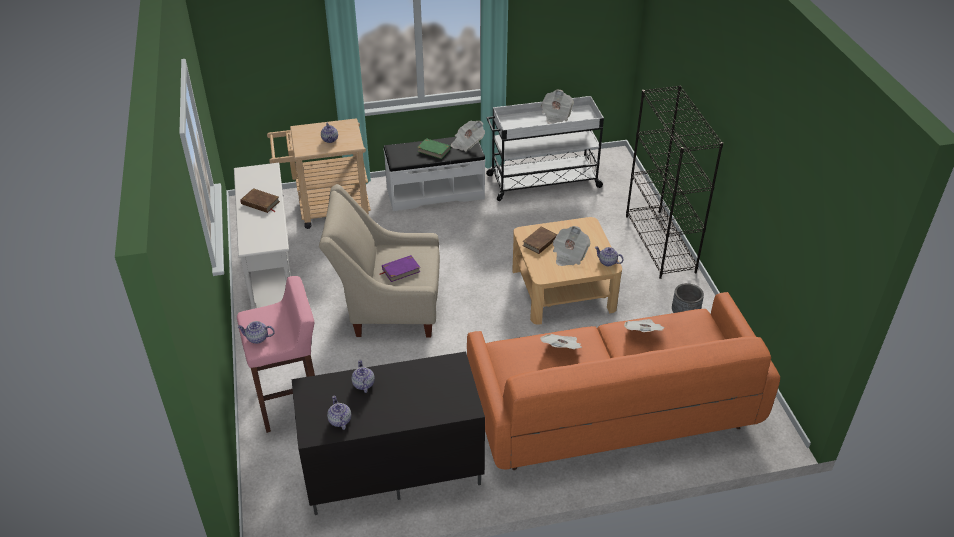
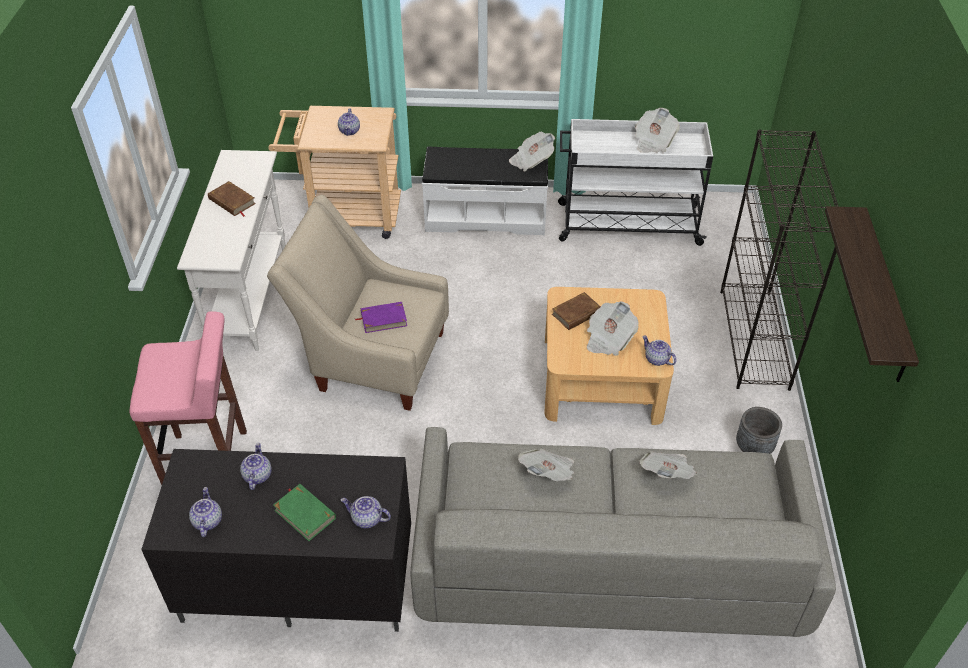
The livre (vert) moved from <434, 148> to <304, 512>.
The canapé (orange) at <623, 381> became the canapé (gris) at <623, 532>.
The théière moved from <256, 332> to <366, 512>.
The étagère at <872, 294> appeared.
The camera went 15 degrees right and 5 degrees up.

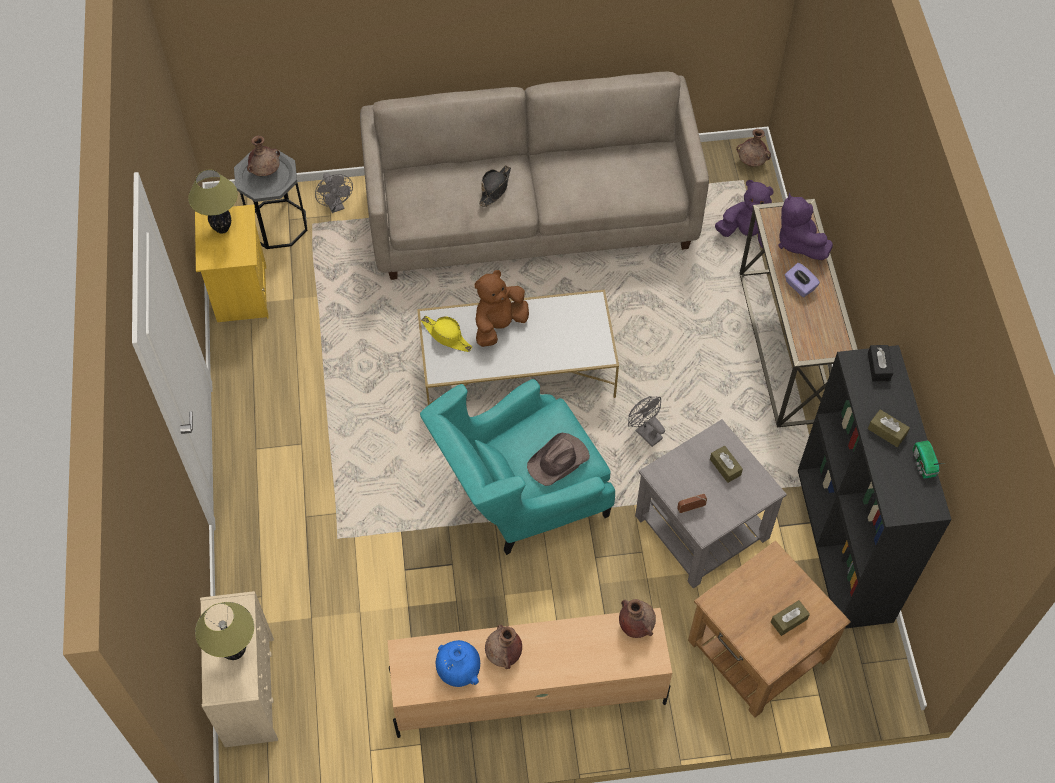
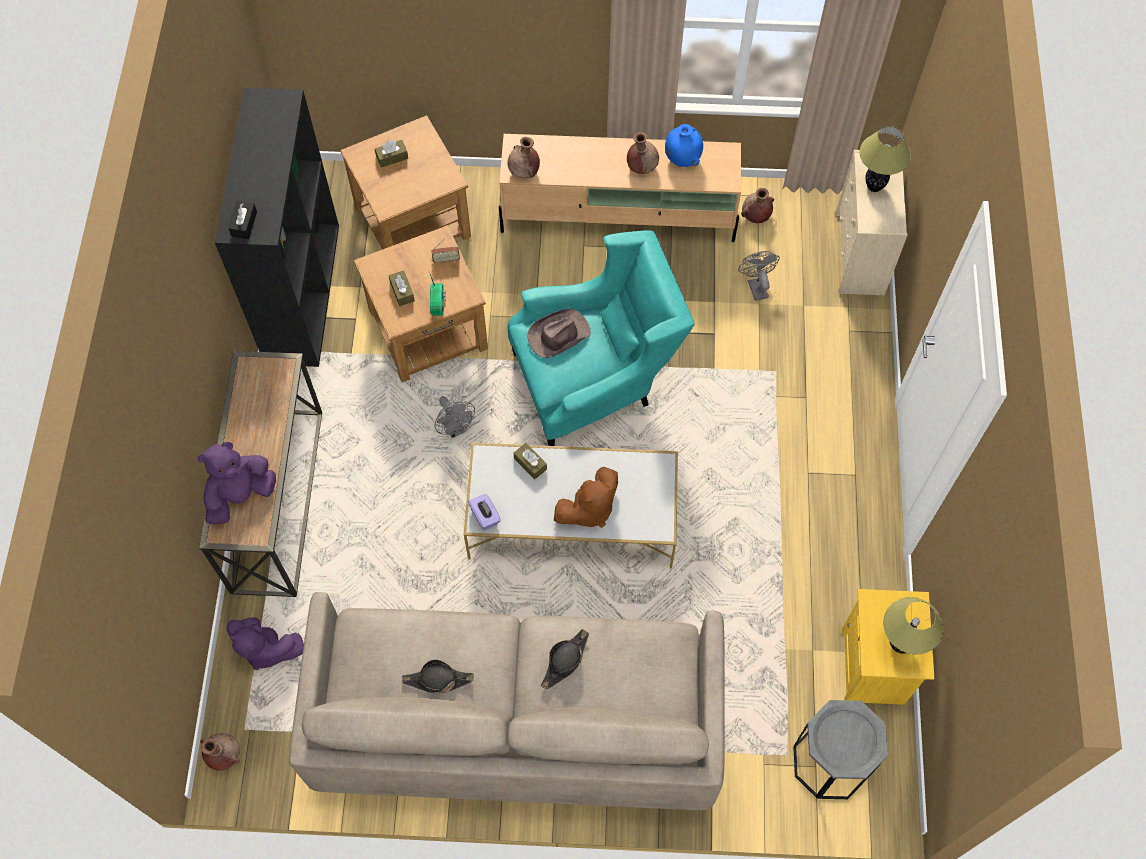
The vase (marron) moved from <263, 155> to <757, 205>.
The ventilateur (gris) moved from <334, 193> to <759, 276>.
The peluche (violet) at <805, 226> turned 120 degrees counterclockwise.
The boîte à mouchoirs (violet) moved from <802, 280> to <484, 512>.
The chapeau (jaune) at <446, 333> disappeared.
The boîte à mouchoirs (marron) moved from <889, 428> to <530, 461>.
The table d'appoint (gris) at <711, 503> became the table d'appoint (marron) at <421, 303>.
The radio moved from <928, 460> to <437, 294>.
The chapeau (noir) at <438, 676> appeared.
The camera went 170 degrees left and 5 degrees up.

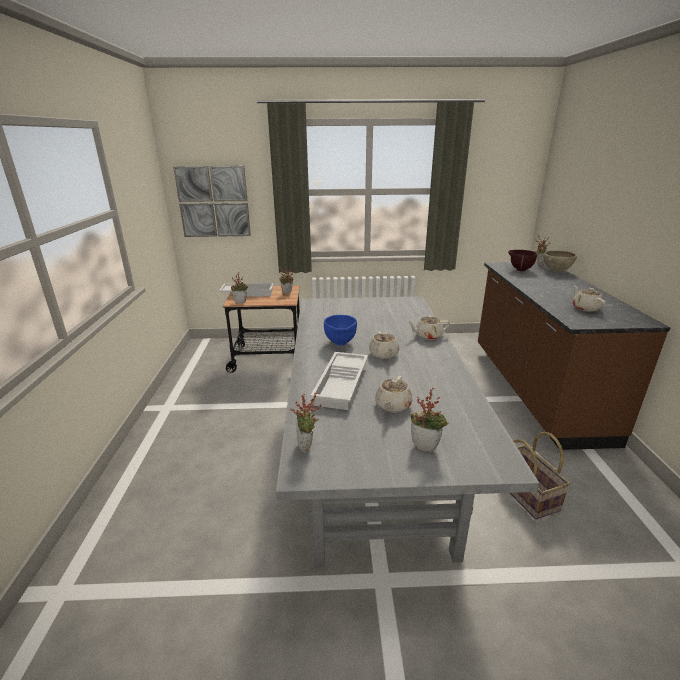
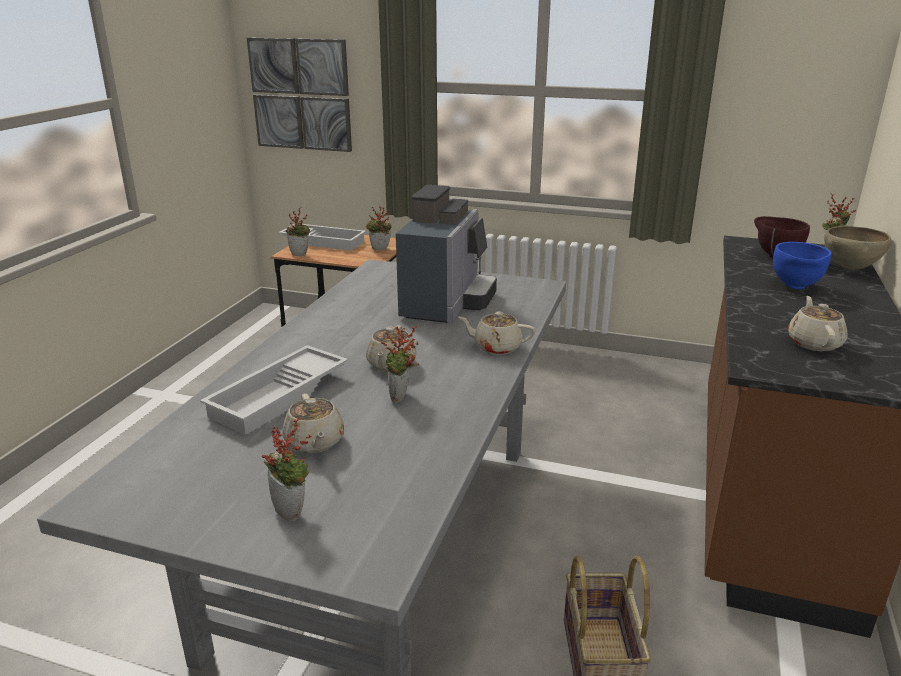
The bol (bleu) moved from <340, 330> to <802, 265>.
The théière (beige) at <393, 394> turned 60 degrees counterclockwise.
The plante en pot moved from <306, 422> to <400, 364>.
The machine à café at <446, 254> appeared.
The camera went 20 degrees right and 0 degrees up.

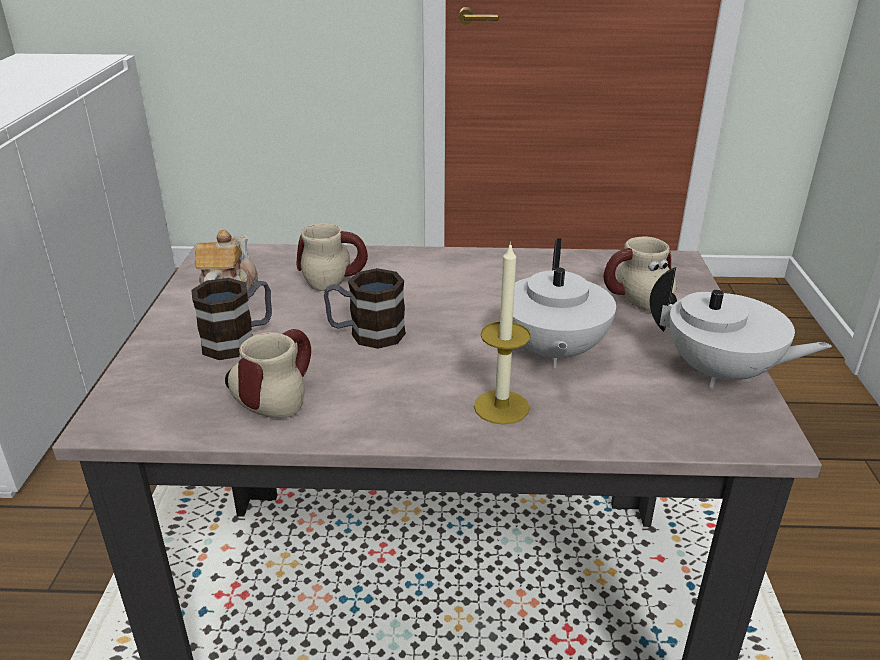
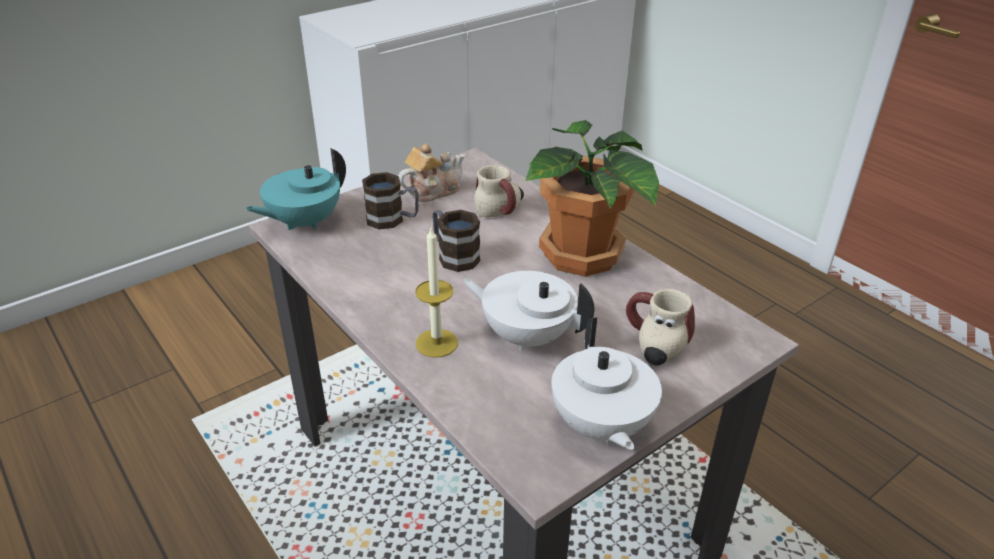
The théière (blanc) at <564, 303> turned 60 degrees clockwise.
The mug at <268, 373> disappeared.
The plante en pot at <592, 198> appeared.
The théière (turquoise) at <295, 189> appeared.
The camera went 50 degrees right and 5 degrees up.

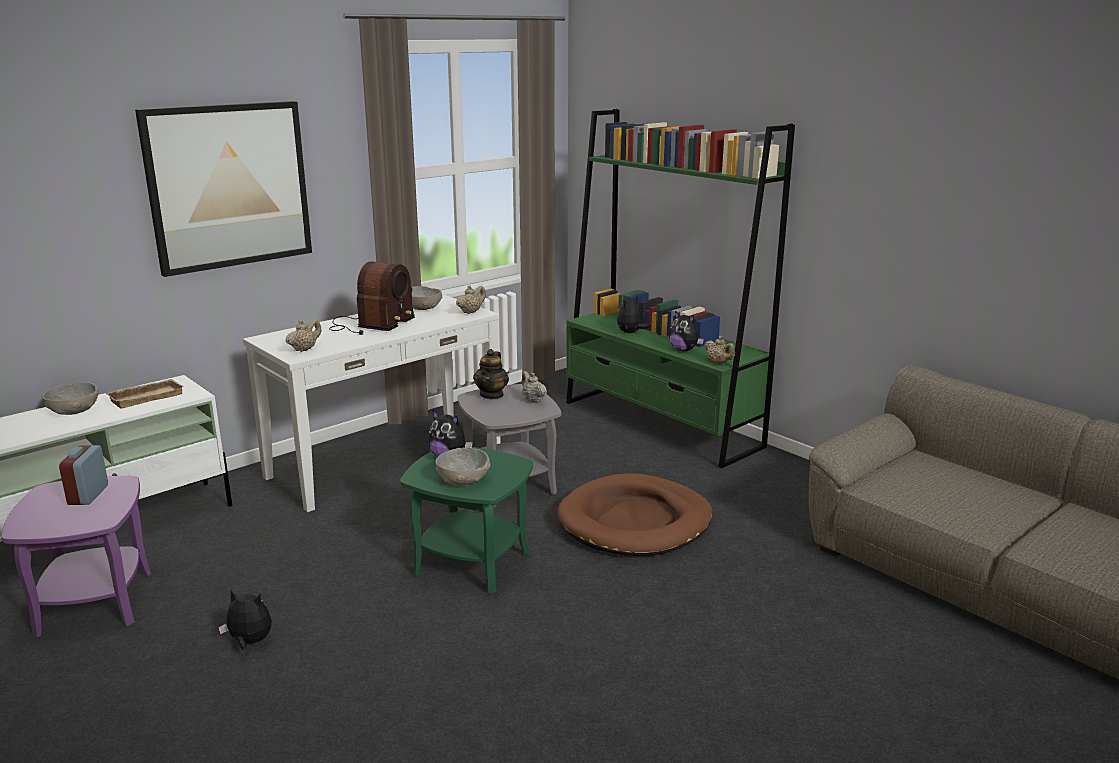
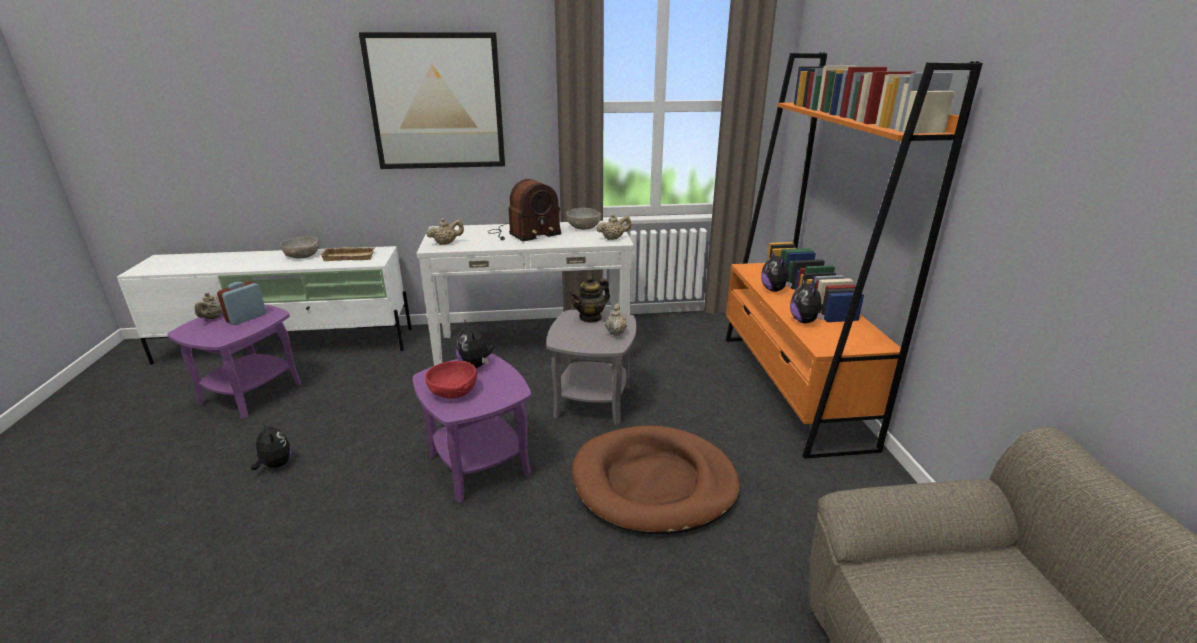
The bibliothèque (vert) at <680, 289> became the bibliothèque (orange) at <854, 255>.
The peluche at <634, 313> turned 90 degrees counterclockwise.
The théière (beige) moved from <719, 350> to <208, 306>.
The table d'appoint (vert) at <466, 520> became the table d'appoint (violet) at <472, 428>.
The bol (gris) at <463, 466> became the bol (rouge) at <451, 380>.
The camera went 35 degrees right and 5 degrees up.

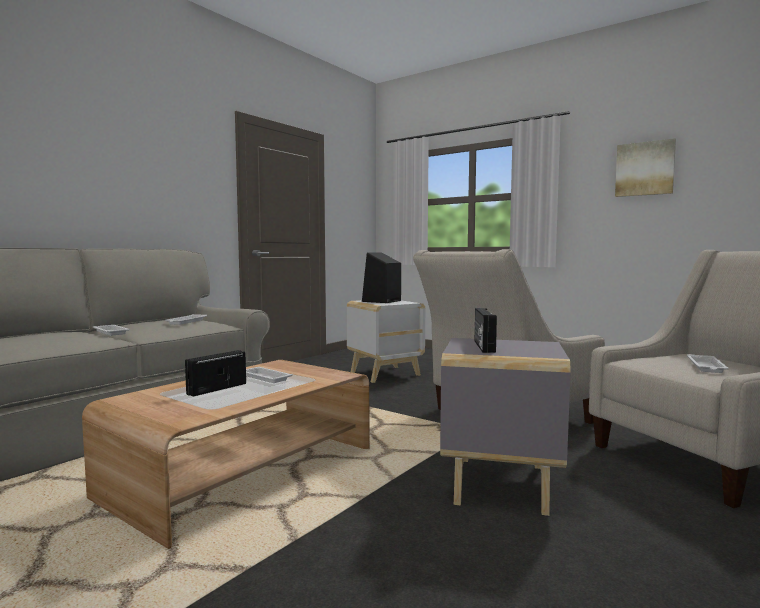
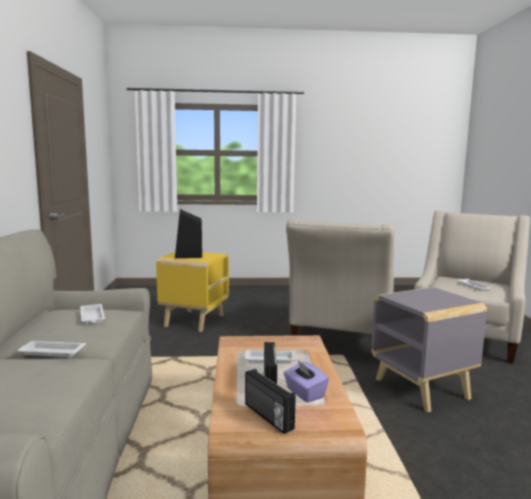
The tableau at <645, 167> disappeared.
The table d'appoint (blanc) at <386, 341> became the table d'appoint (jaune) at <192, 292>.
The radio moved from <486, 330> to <270, 401>.
The boîte à mouchoirs (violet) at <306, 380> appeared.
The camera went 40 degrees left and 5 degrees up.

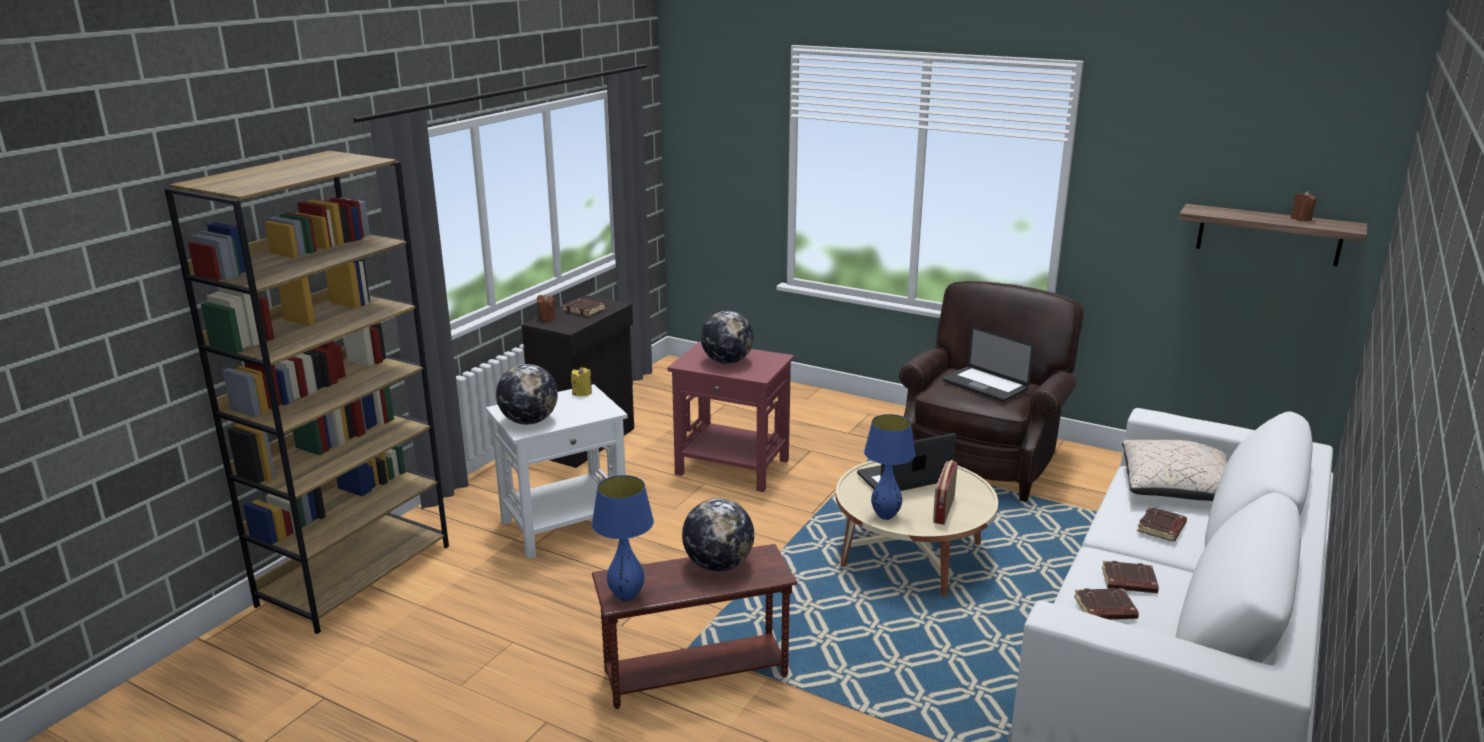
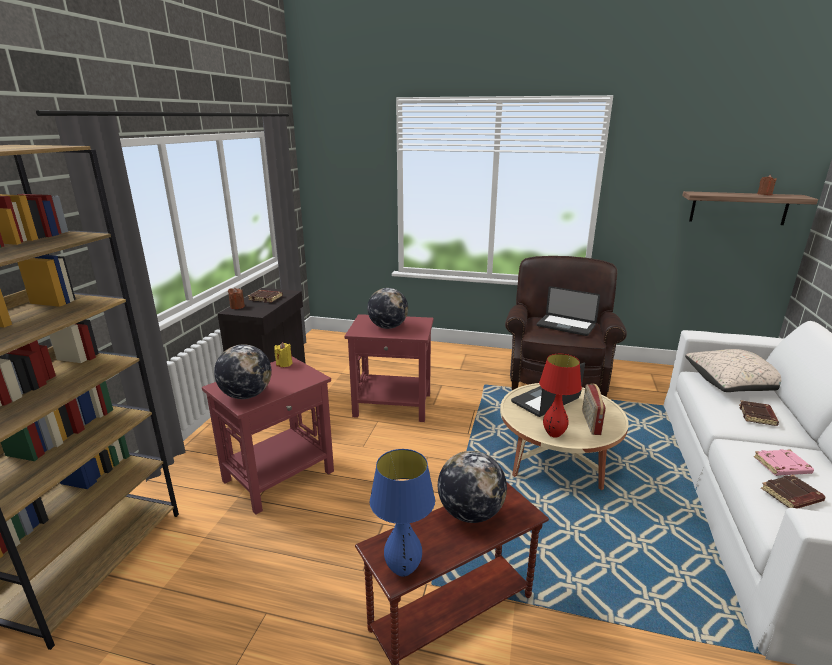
The table d'appoint (blanc) at <557, 471> became the table d'appoint (rouge) at <268, 436>.
The lampe de table (bleu) at <889, 467> became the lampe de table (rouge) at <560, 396>.
The livre (marron) at <1130, 577> became the livre (rose) at <783, 462>.
The camera went 15 degrees left and 0 degrees up.

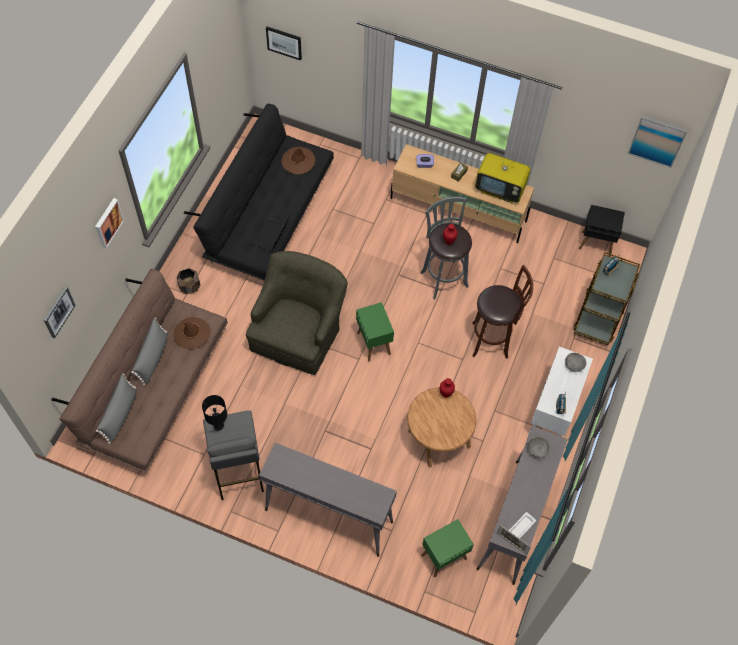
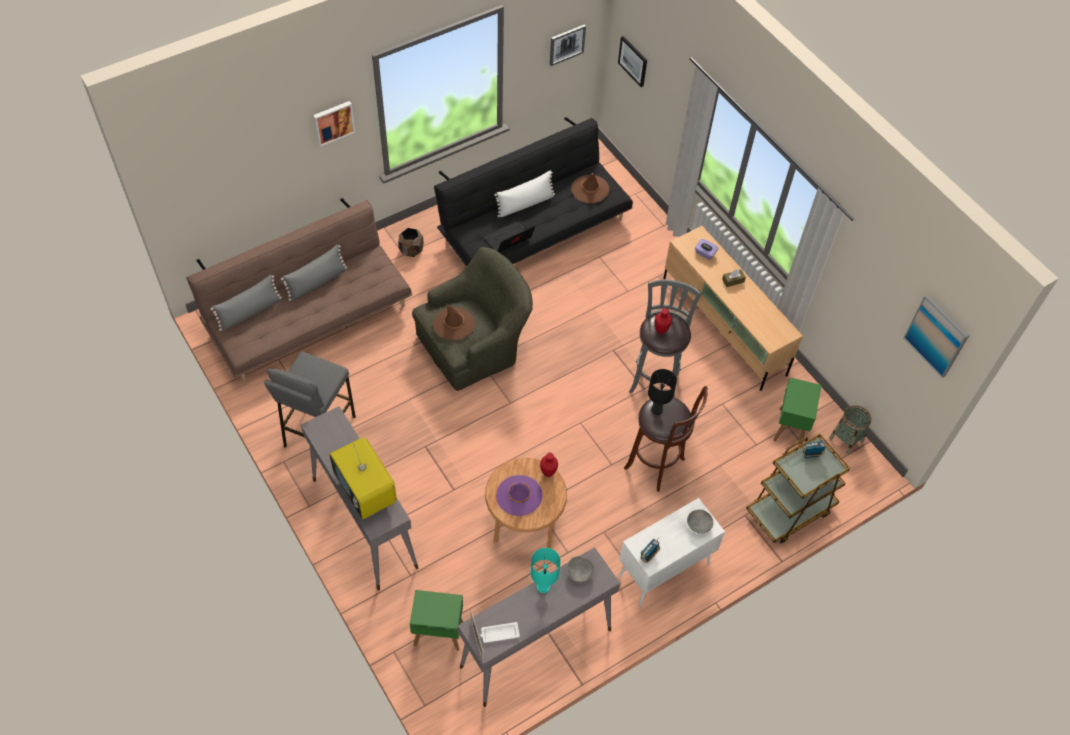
The téléviseur moved from <502, 177> to <363, 478>.
The table d'appoint (noir) at <602, 230> was replaced by the panier at <850, 429>.
The tableau moved from <60, 312> to <568, 45>.
The table d'appoint (vert) moved from <375, 331> to <797, 411>.
The chapeau (marron) moved from <192, 333> to <454, 321>.
The lampe de table (noir) moved from <214, 413> to <662, 392>.
The coussin (blanc) at <524, 193> appeared.
The chapeau (violet) at <519, 495> appeared.
The lampe de table (turquoise) at <545, 570> appeared.
The camera went 35 degrees right and 5 degrees down.

